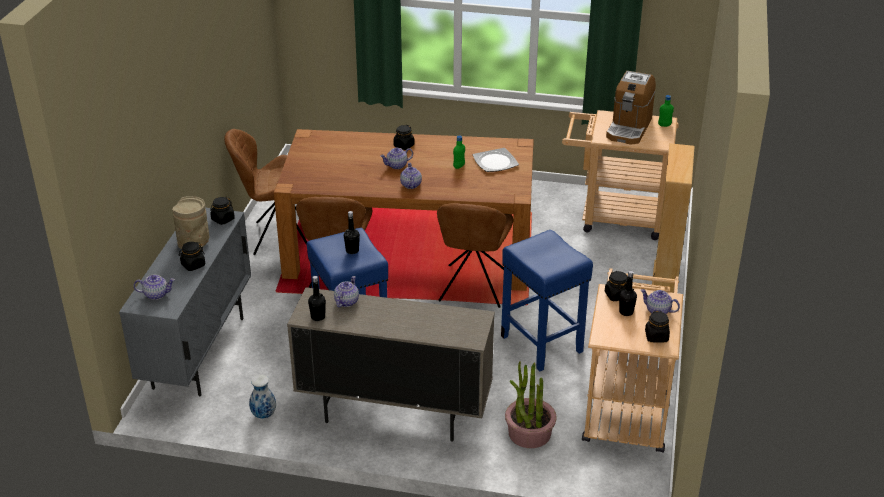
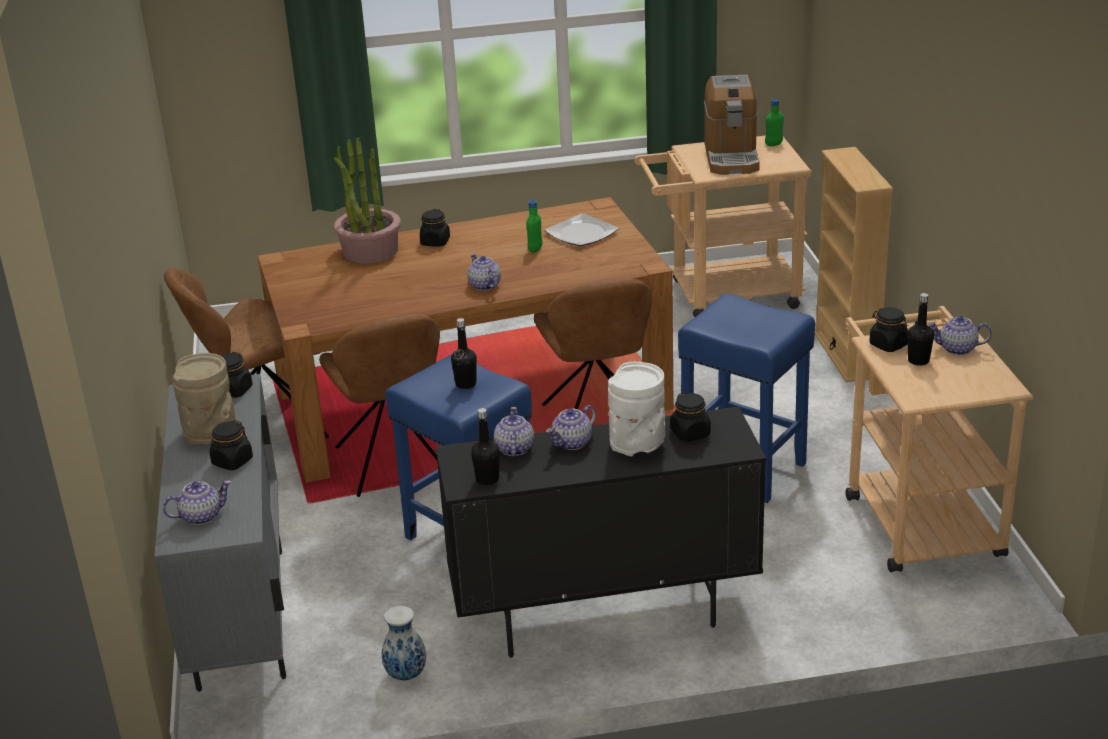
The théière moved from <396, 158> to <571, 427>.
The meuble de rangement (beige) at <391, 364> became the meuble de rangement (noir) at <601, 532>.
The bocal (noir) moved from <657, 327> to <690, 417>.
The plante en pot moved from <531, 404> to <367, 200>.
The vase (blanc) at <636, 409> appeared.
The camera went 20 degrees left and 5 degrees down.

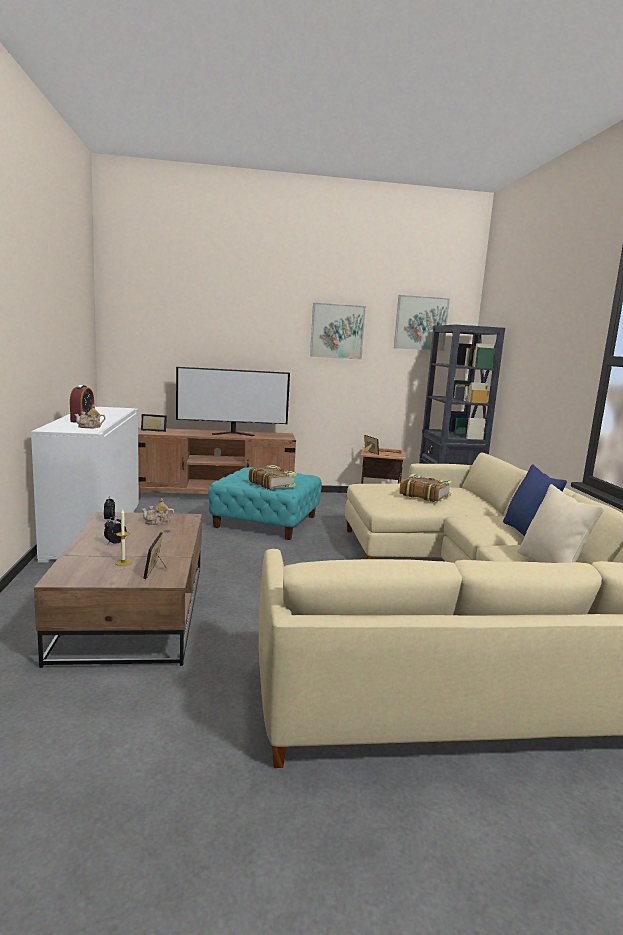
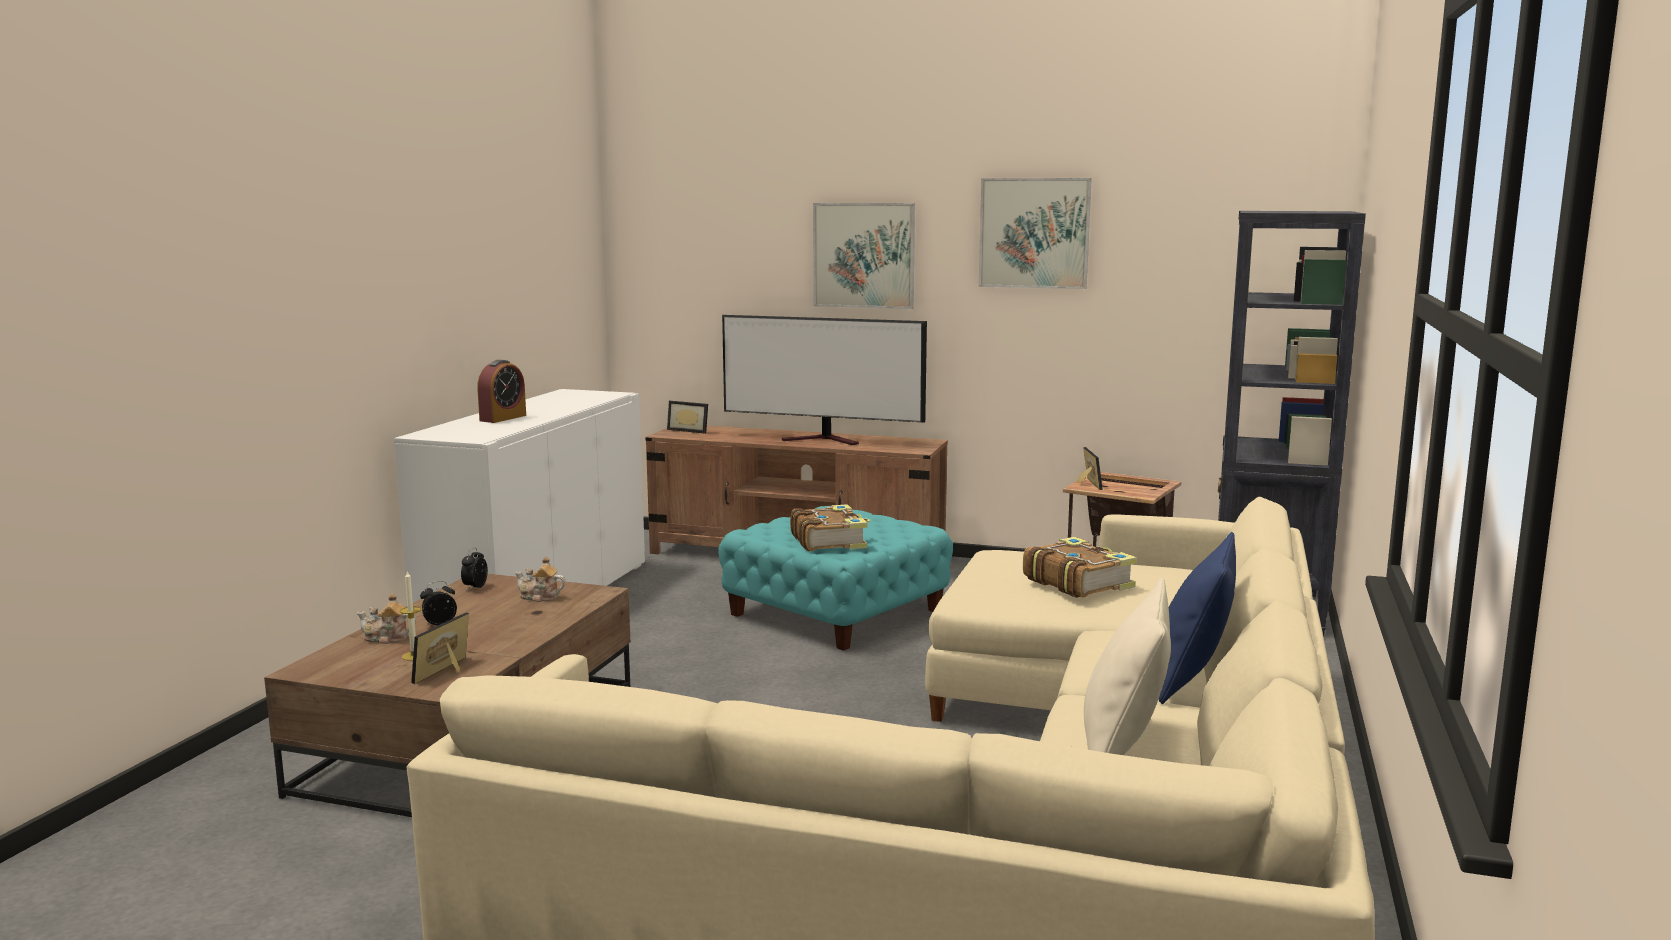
The tableau moved from <422, 323> to <864, 256>.
The théière moved from <89, 416> to <386, 618>.
The camera went 25 degrees right and 0 degrees up.

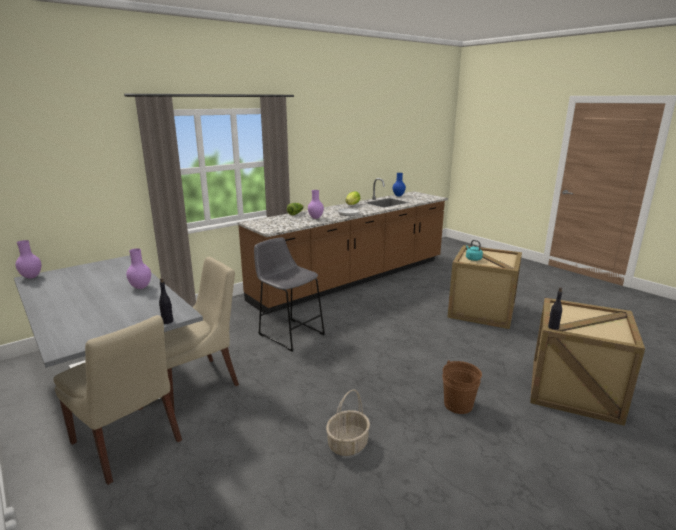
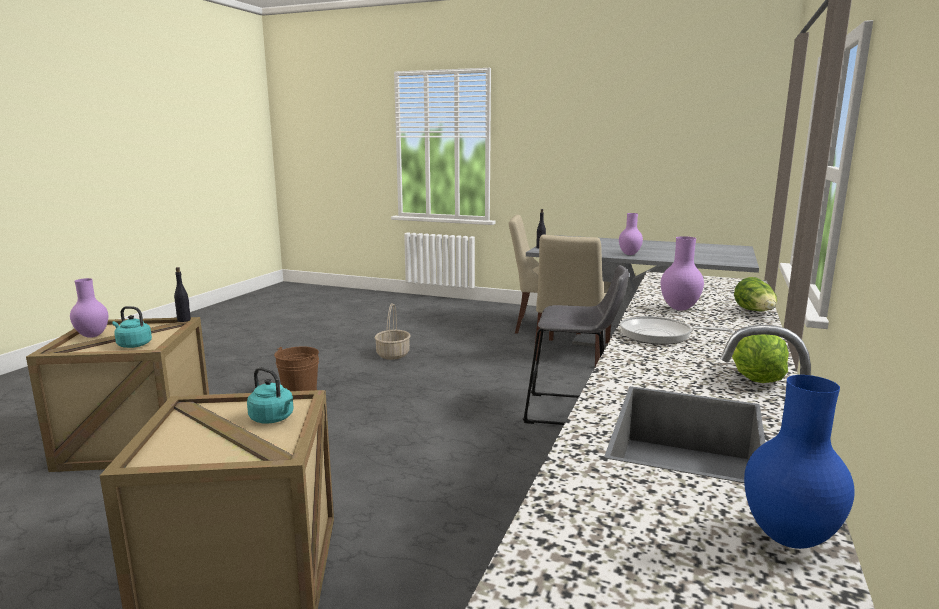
The vase (violet) moved from <28, 259> to <89, 308>.
The bouilloire (turquoise) at <132, 327> appeared.
The camera went 150 degrees right and 5 degrees down.

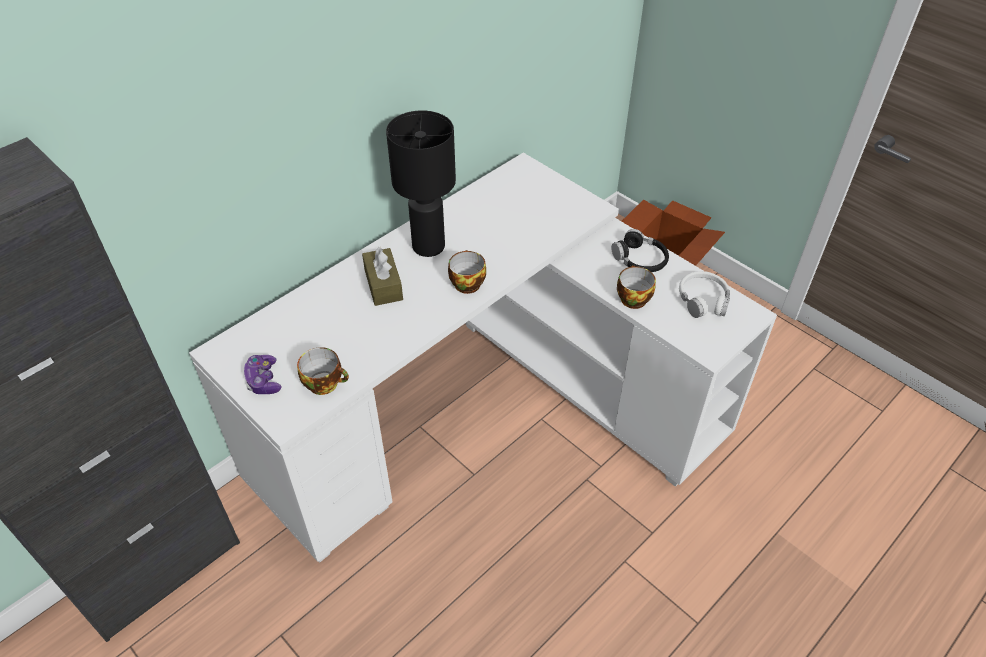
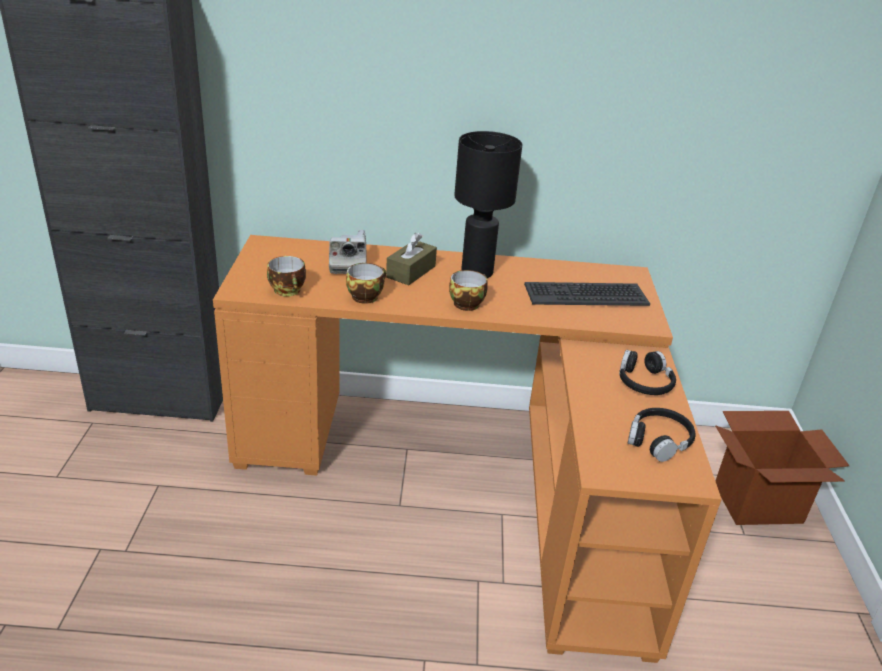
The bureau (blanc) at <483, 357> became the bureau (orange) at <467, 449>.
The tasse moved from <636, 287> to <366, 283>.
The casque audio (blanc) at <704, 294> became the casque audio (noir) at <662, 435>.
The manette at <262, 374> disappeared.
The appareil photo at <348, 252> appeared.
The clavier at <587, 294> appeared.
The camera went 45 degrees right and 15 degrees down.

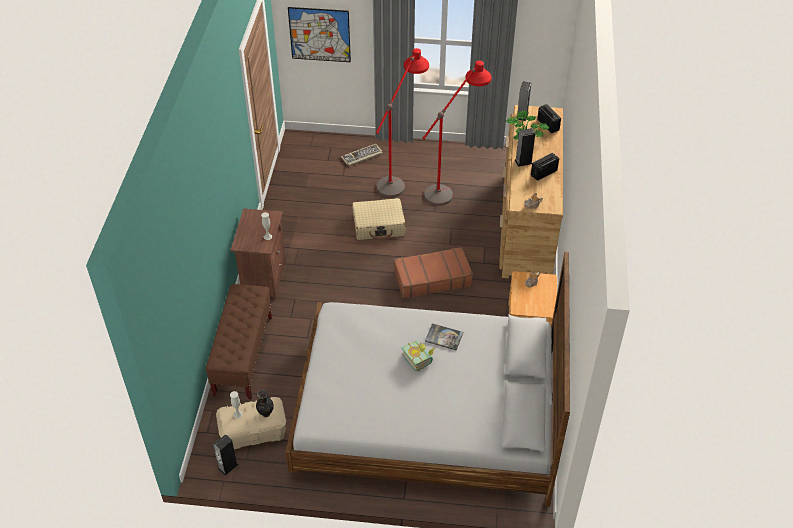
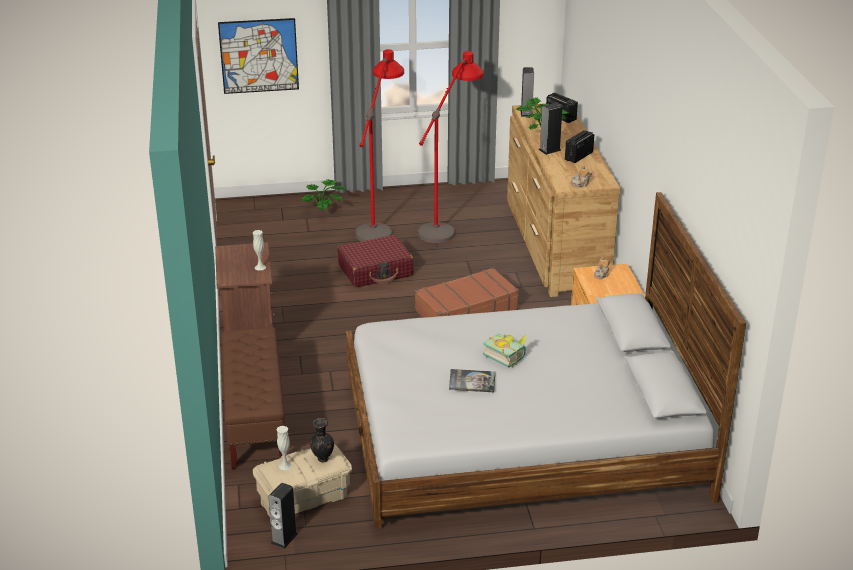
The clavier at <362, 155> was replaced by the plante en pot at <324, 195>.
The valise (beige) at <379, 219> became the valise (rouge) at <375, 261>.
The livre moved from <444, 336> to <472, 380>.
The camera went 15 degrees left and 15 degrees down.

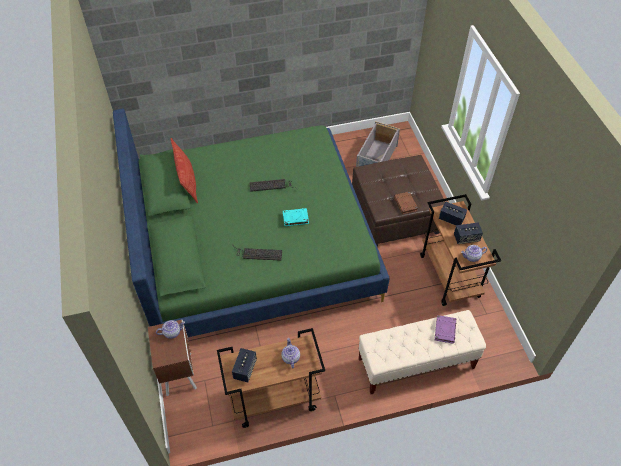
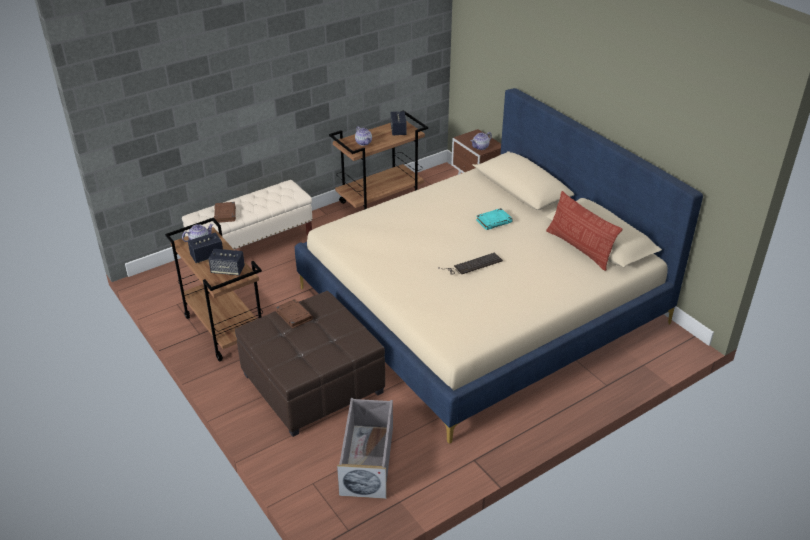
The lit (vert) at <251, 222> became the lit (beige) at <499, 266>.
The livre (turquoise) moved from <296, 217> to <494, 219>.
The clavier at <257, 253> disappeared.
The livre (violet) at <445, 329> became the livre (marron) at <225, 212>.
The camera went 160 degrees right and 15 degrees down.

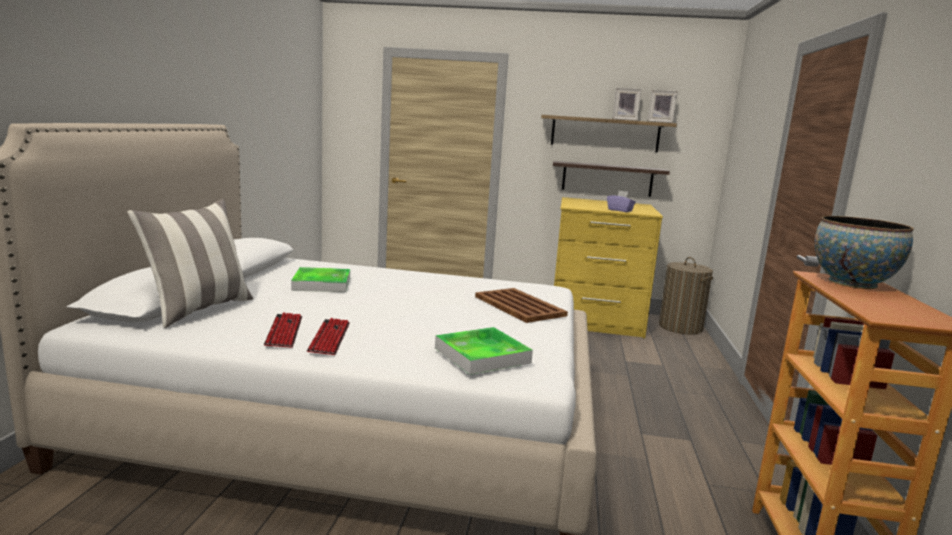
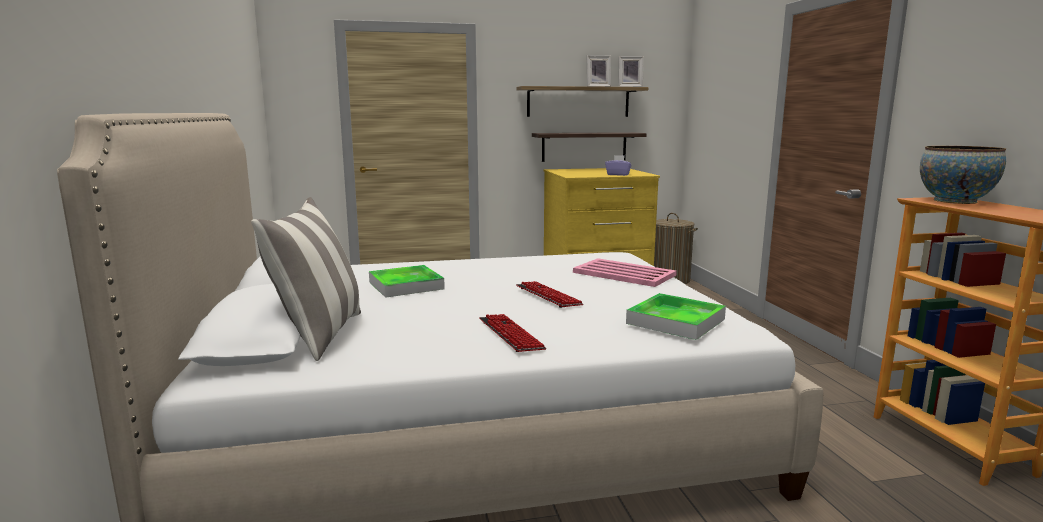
The plateau (marron) at <521, 305> became the plateau (rose) at <625, 272>.
The clavier moved from <283, 330> to <549, 294>.
The camera went 20 degrees left and 0 degrees up.

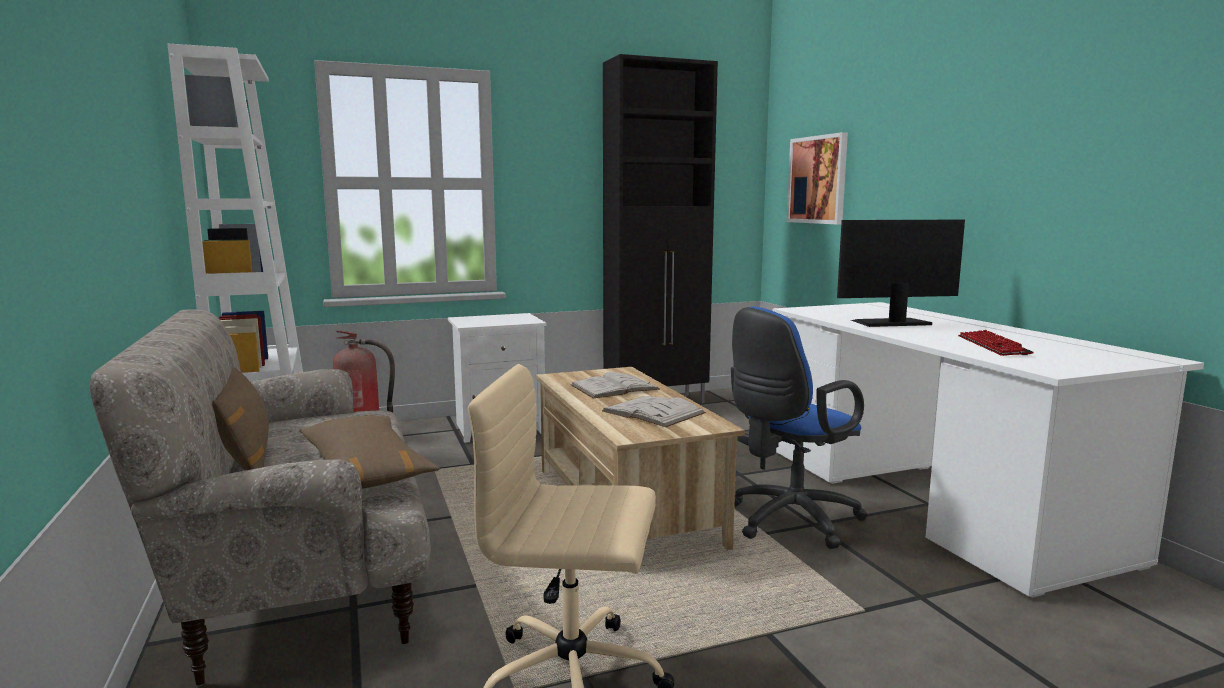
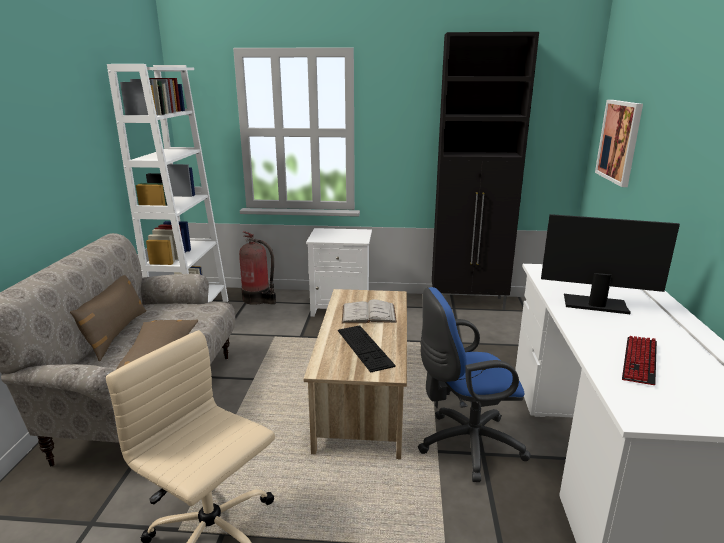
The livre (blanc) at <654, 411> was replaced by the clavier at <366, 348>.
The camera went 25 degrees right and 10 degrees up.

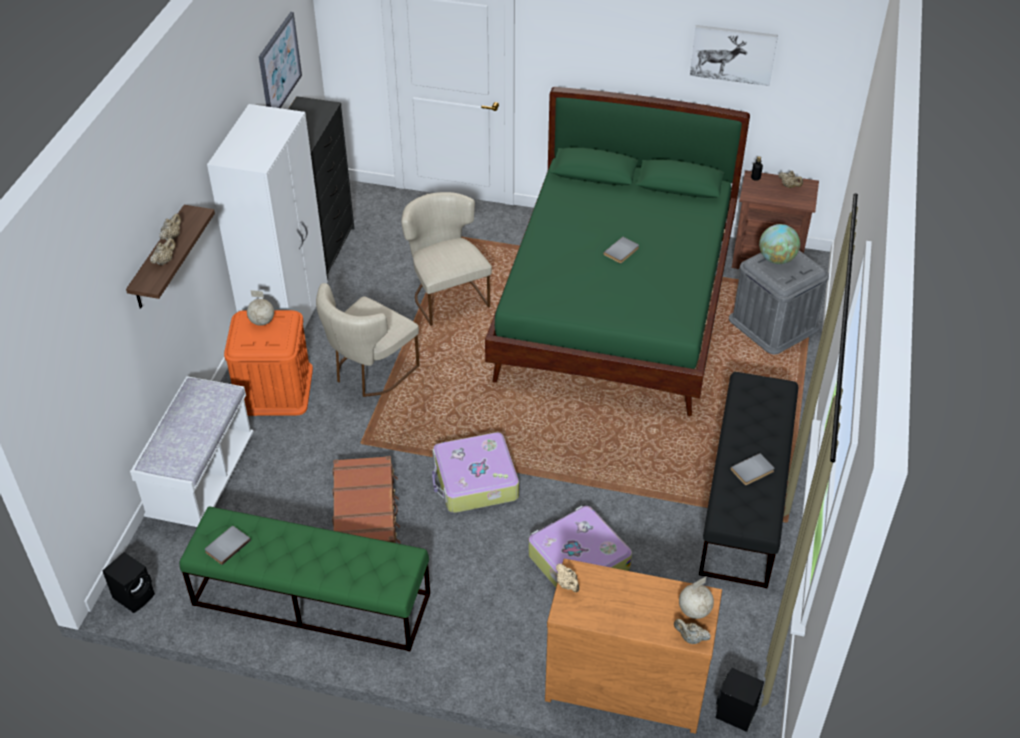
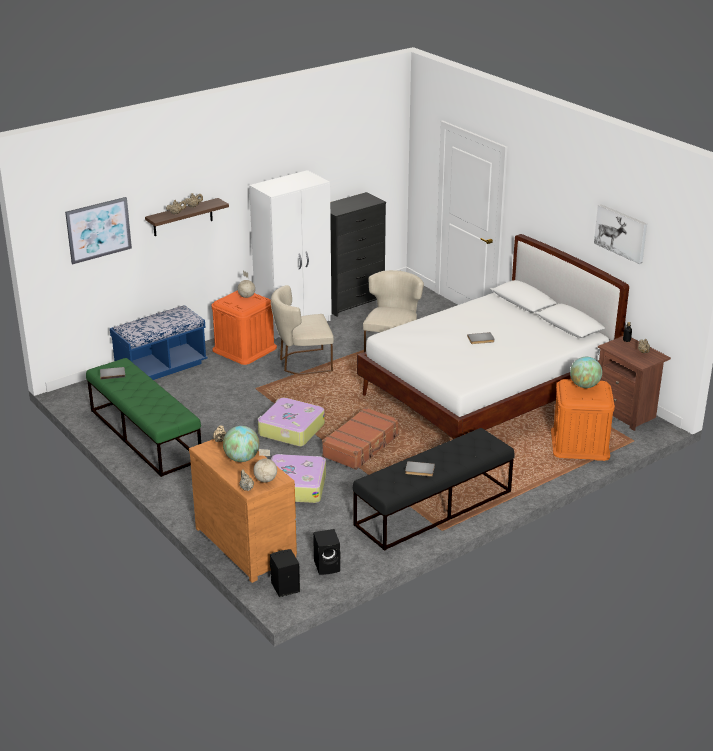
The tableau moved from <280, 60> to <98, 230>.
The lit (vert) at <617, 251> became the lit (blanc) at <493, 336>.
The boîte de rangement (gris) at <779, 302> became the boîte de rangement (orange) at <583, 420>.
The banc (blanc) at <192, 451> became the banc (bleu) at <159, 342>.
The valise (marron) moved from <366, 500> to <360, 438>.
The enceinte (noir) moved from <128, 582> to <327, 552>.
The globe at <241, 444> appeared.
The camera went 40 degrees right and 15 degrees down.

